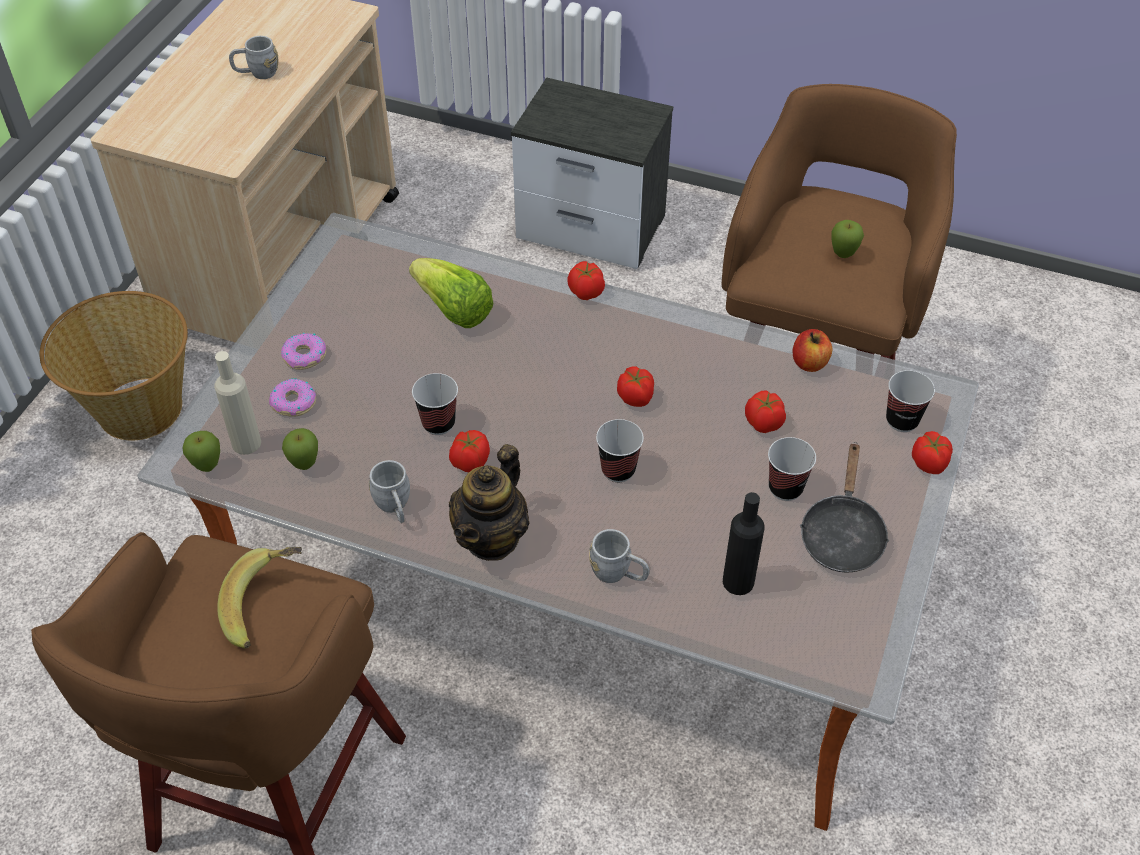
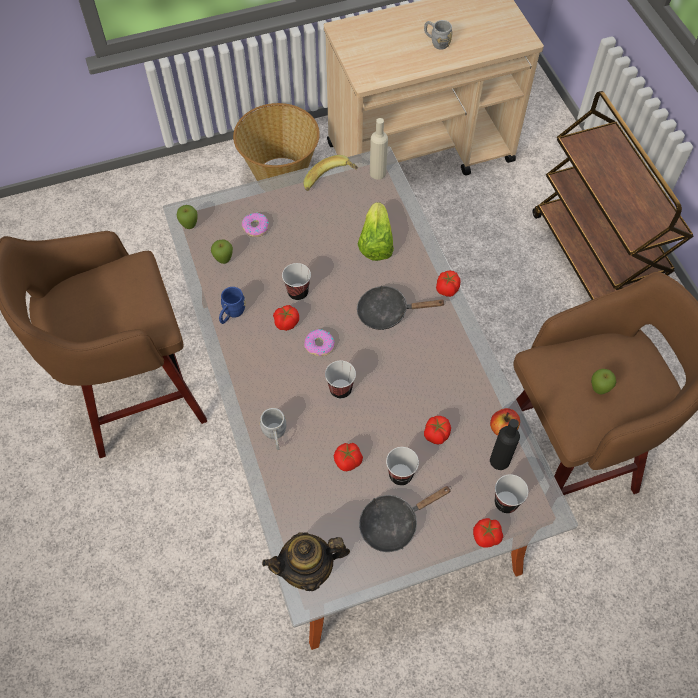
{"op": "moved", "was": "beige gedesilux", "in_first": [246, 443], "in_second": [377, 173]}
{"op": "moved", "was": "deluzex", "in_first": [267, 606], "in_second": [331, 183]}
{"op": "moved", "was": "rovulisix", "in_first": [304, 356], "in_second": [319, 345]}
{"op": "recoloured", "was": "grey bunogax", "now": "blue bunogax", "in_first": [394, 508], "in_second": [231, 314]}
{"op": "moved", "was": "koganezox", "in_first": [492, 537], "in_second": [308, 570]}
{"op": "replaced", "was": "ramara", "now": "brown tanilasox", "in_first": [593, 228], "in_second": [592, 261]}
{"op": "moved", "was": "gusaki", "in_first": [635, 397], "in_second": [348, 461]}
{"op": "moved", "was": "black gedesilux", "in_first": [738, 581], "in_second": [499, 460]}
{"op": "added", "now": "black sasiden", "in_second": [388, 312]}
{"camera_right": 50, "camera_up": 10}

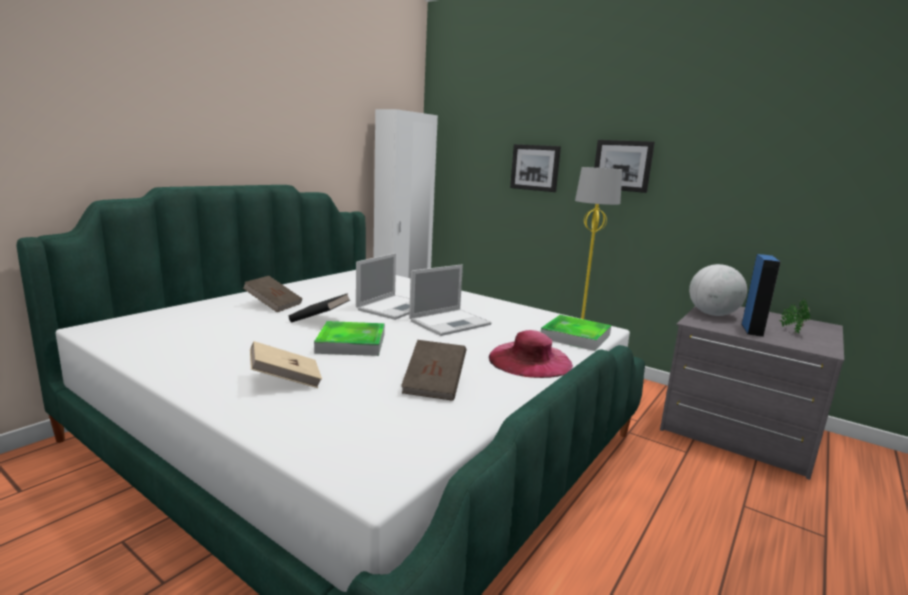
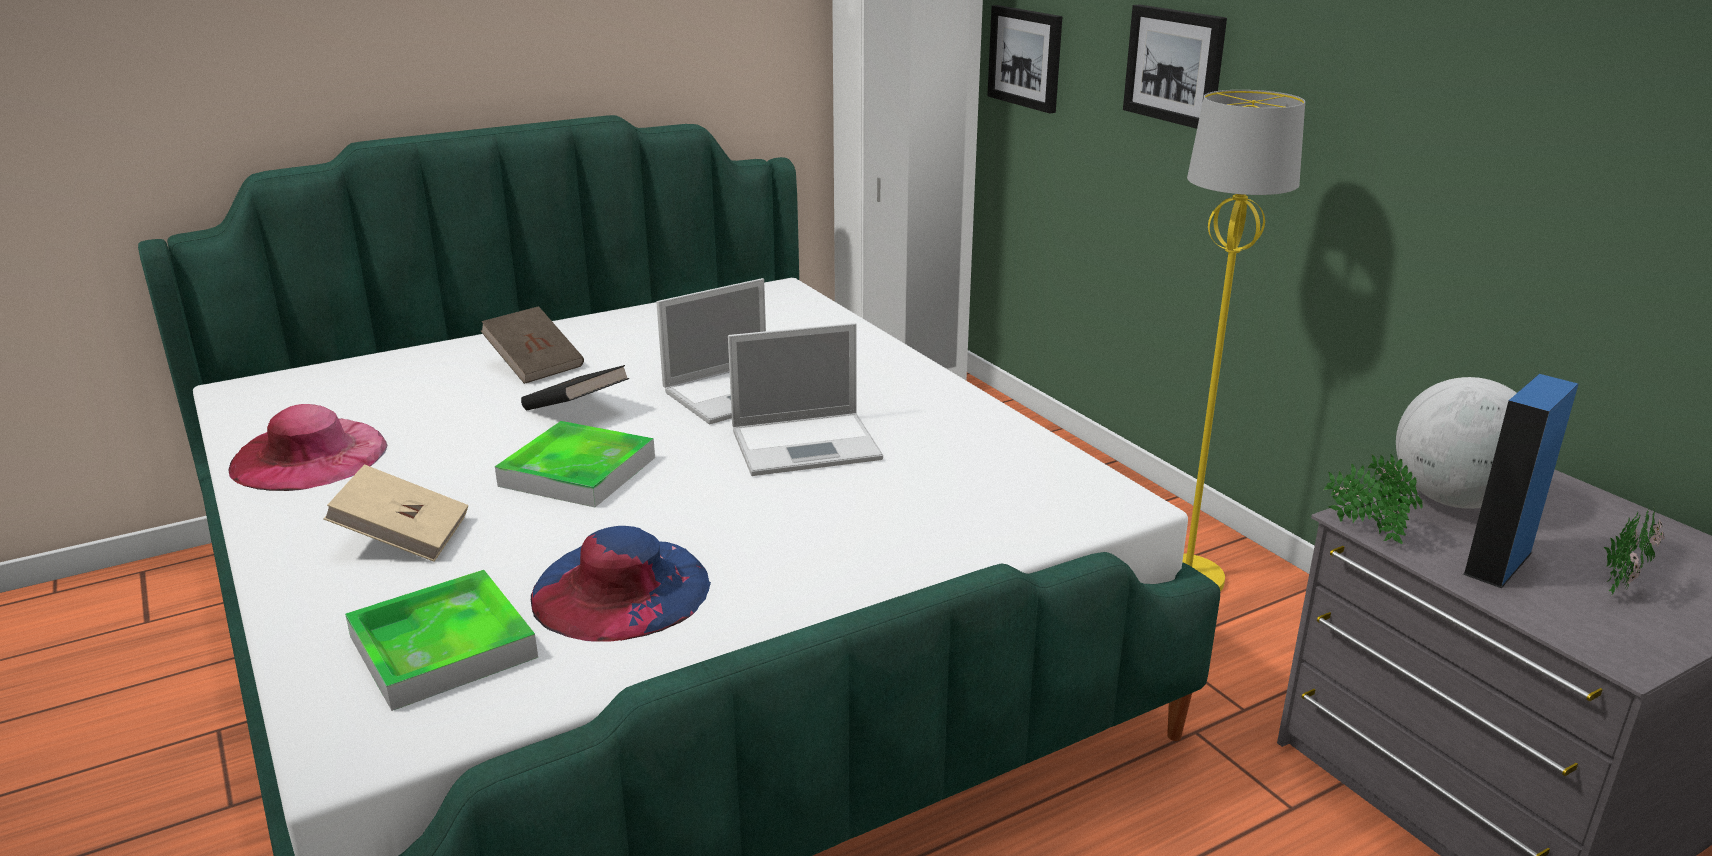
{"op": "replaced", "was": "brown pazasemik", "now": "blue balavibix", "in_first": [434, 385], "in_second": [620, 588]}
{"op": "moved", "was": "pink balavibix", "in_first": [530, 360], "in_second": [309, 455]}
{"op": "moved", "was": "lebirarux", "in_first": [575, 336], "in_second": [443, 647]}
{"op": "moved", "was": "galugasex", "in_first": [622, 165], "in_second": [1026, 57]}
{"op": "added", "now": "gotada", "in_second": [1365, 530]}
{"camera_right": 25, "camera_up": 10}

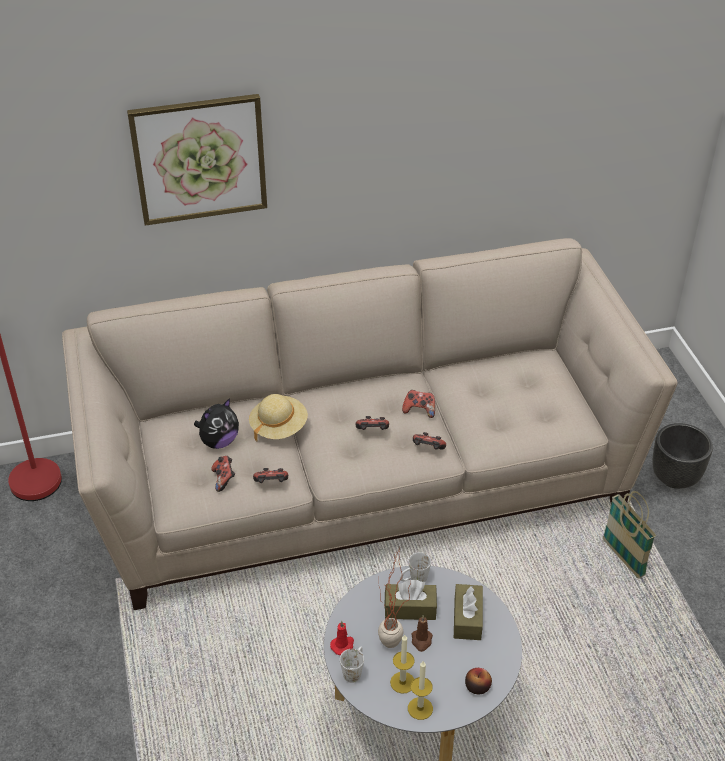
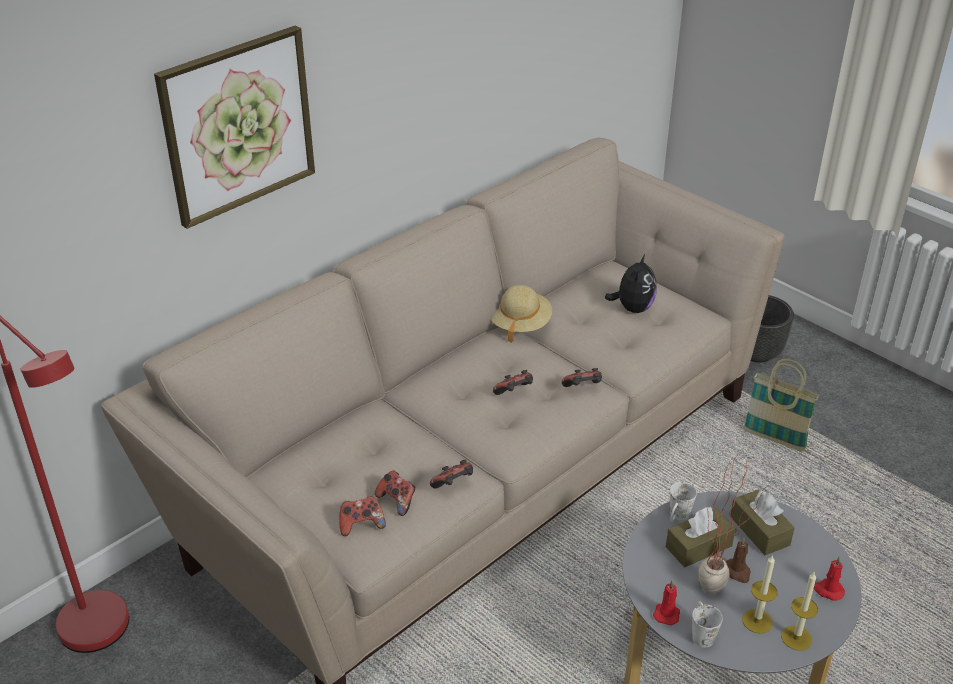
{"op": "moved", "was": "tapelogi", "in_first": [219, 441], "in_second": [632, 308]}
{"op": "moved", "was": "beige balavibix", "in_first": [278, 427], "in_second": [519, 324]}
{"op": "moved", "was": "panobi", "in_first": [419, 410], "in_second": [361, 525]}
{"op": "replaced", "was": "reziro", "now": "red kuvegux", "in_first": [477, 686], "in_second": [828, 590]}
{"camera_right": -30, "camera_up": -5}

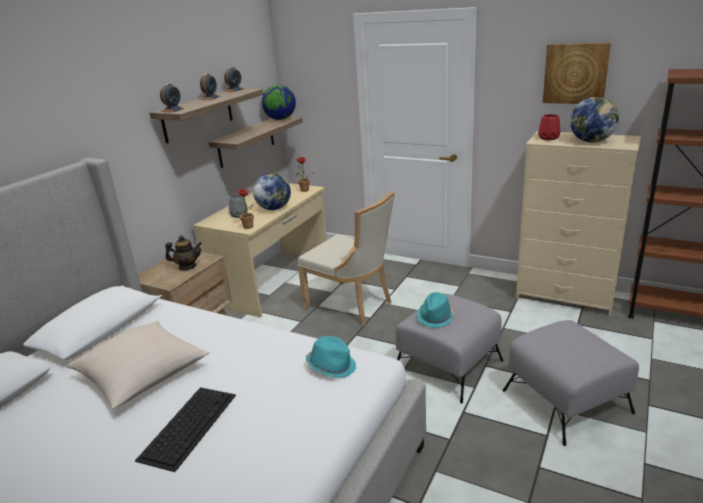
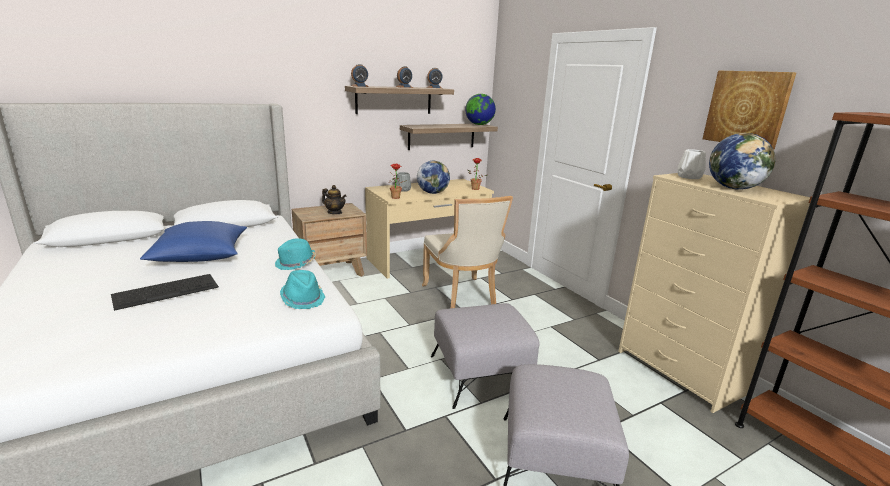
{"op": "recoloured", "was": "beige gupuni", "now": "blue gupuni", "in_first": [142, 375], "in_second": [200, 255]}
{"op": "moved", "was": "turquoise balavibix", "in_first": [435, 317], "in_second": [296, 263]}
{"op": "recoloured", "was": "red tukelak", "now": "white tukelak", "in_first": [548, 138], "in_second": [689, 177]}
{"camera_right": 30, "camera_up": -5}

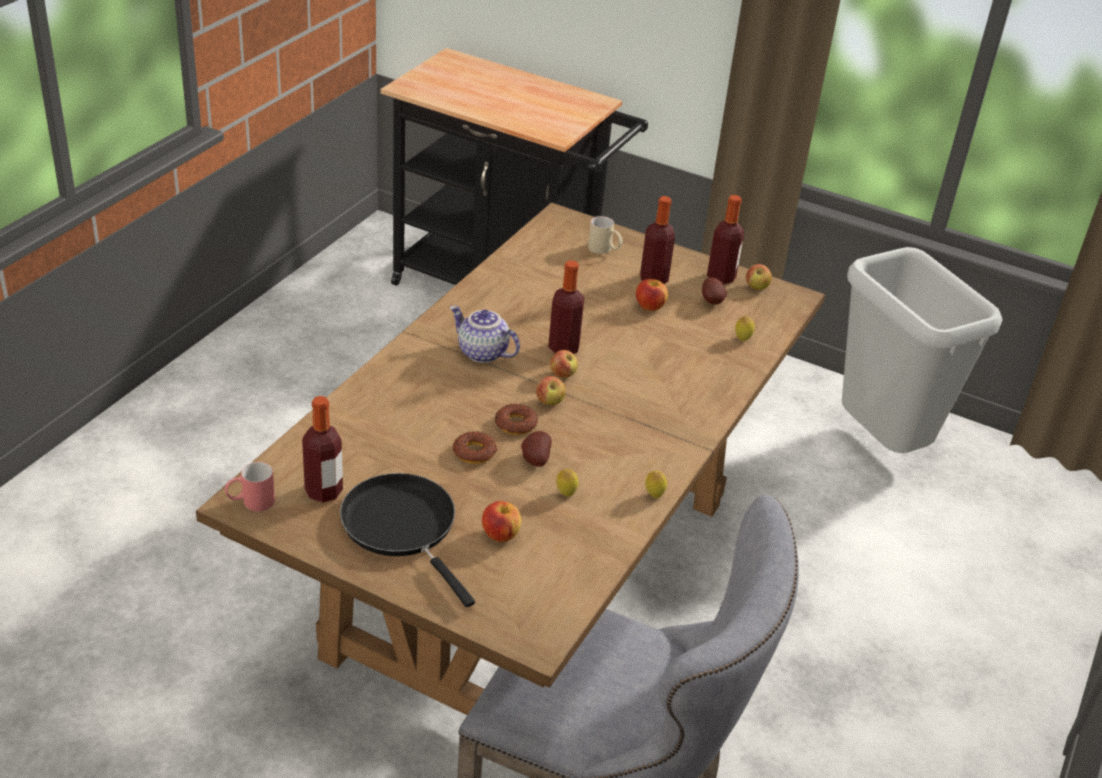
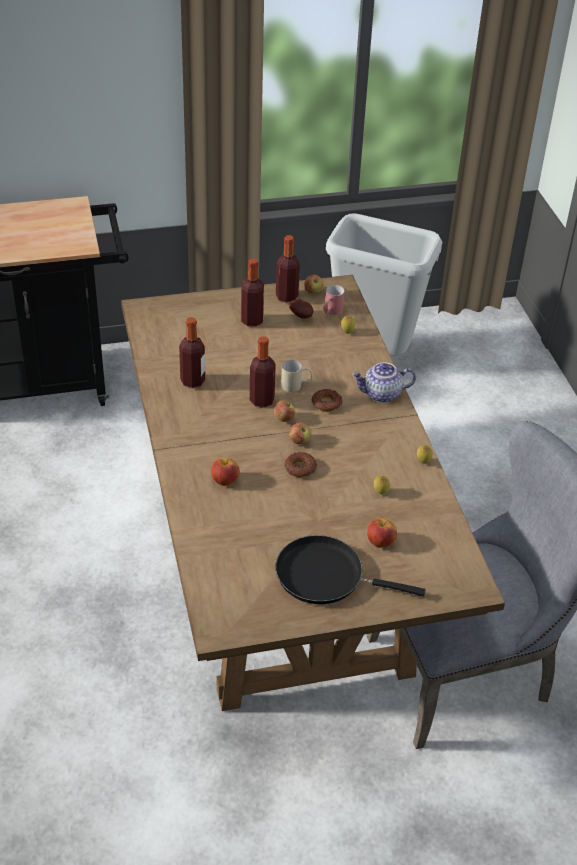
{"op": "moved", "was": "red bunogax", "in_first": [250, 502], "in_second": [331, 312]}
{"op": "moved", "was": "gedesilux", "in_first": [324, 491], "in_second": [192, 381]}
{"op": "moved", "was": "koganezox", "in_first": [481, 353], "in_second": [381, 395]}
{"op": "moved", "was": "rovulisix", "in_first": [474, 452], "in_second": [326, 403]}
{"op": "removed", "was": "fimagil", "in_first": [534, 459]}
{"op": "moved", "was": "beige bunogax", "in_first": [604, 250], "in_second": [296, 385]}
{"op": "moved", "was": "reziro", "in_first": [649, 307], "in_second": [225, 481]}
{"camera_right": -40, "camera_up": 5}

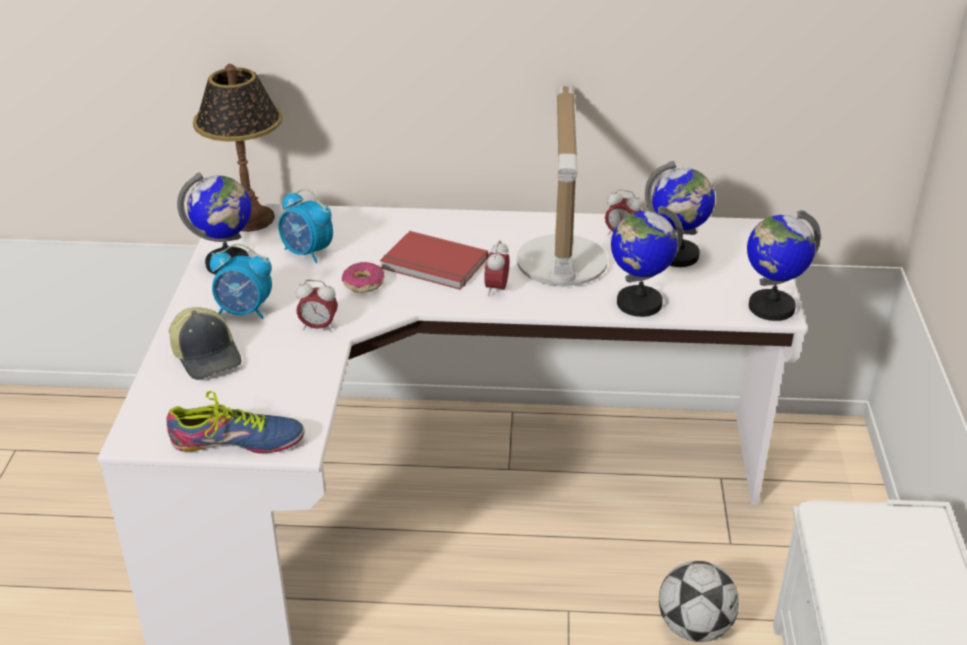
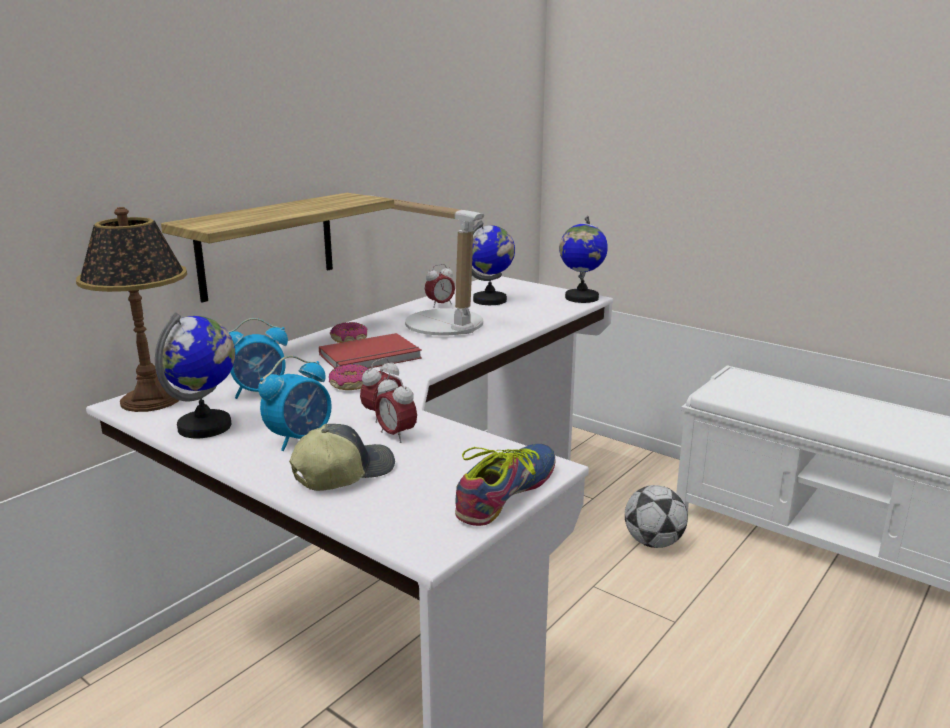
{"op": "turned", "was": "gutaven", "in_first": [207, 355], "in_second": [343, 473], "clockwise": -45}
{"op": "moved", "was": "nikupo", "in_first": [497, 289], "in_second": [396, 435]}
{"op": "removed", "was": "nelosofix", "in_first": [638, 303]}
{"op": "added", "now": "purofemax", "in_second": [267, 245]}
{"op": "added", "now": "rovulisix", "in_second": [349, 339]}
{"camera_right": -55, "camera_up": -15}

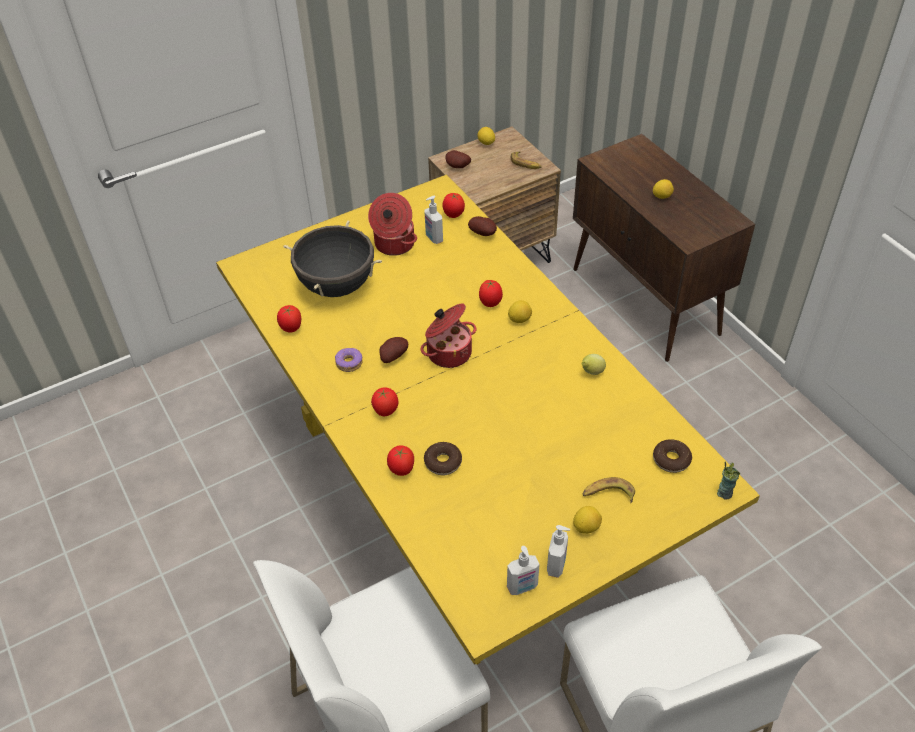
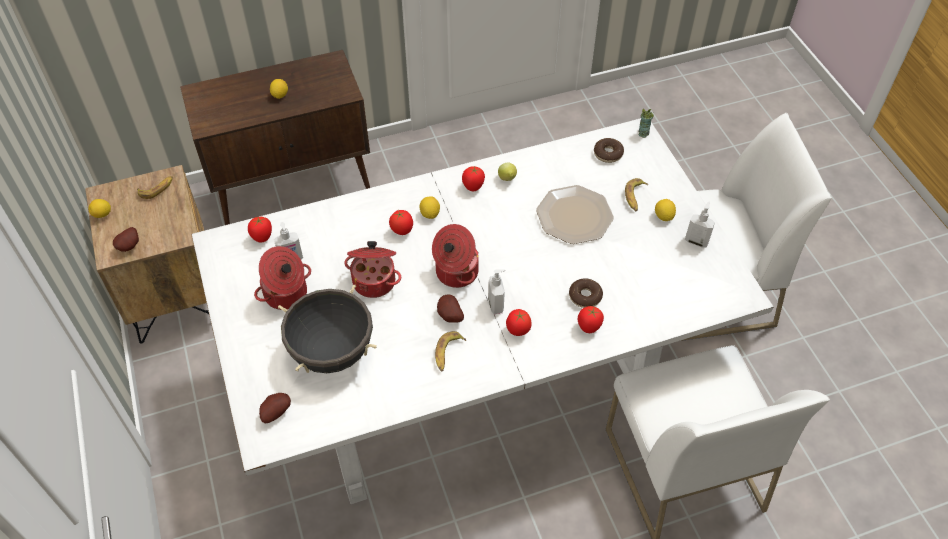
{"op": "recoloured", "was": "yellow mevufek", "now": "white mevufek", "in_first": [463, 496], "in_second": [475, 376]}
{"op": "moved", "was": "gusaki", "in_first": [291, 329], "in_second": [473, 187]}
{"op": "replaced", "was": "rovulisix", "now": "deluzex", "in_first": [349, 363], "in_second": [448, 353]}
{"op": "moved", "was": "fimagil", "in_first": [483, 233], "in_second": [275, 412]}
{"op": "moved", "was": "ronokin", "in_first": [522, 587], "in_second": [496, 305]}
{"op": "added", "now": "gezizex", "in_second": [375, 281]}
{"op": "added", "now": "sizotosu", "in_second": [574, 216]}
{"camera_right": -80, "camera_up": 5}

